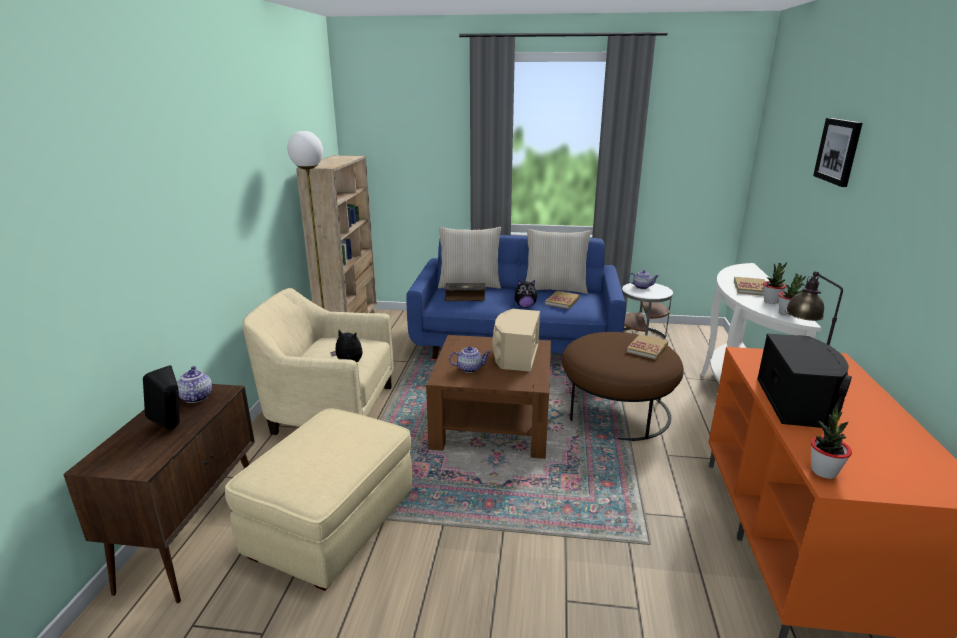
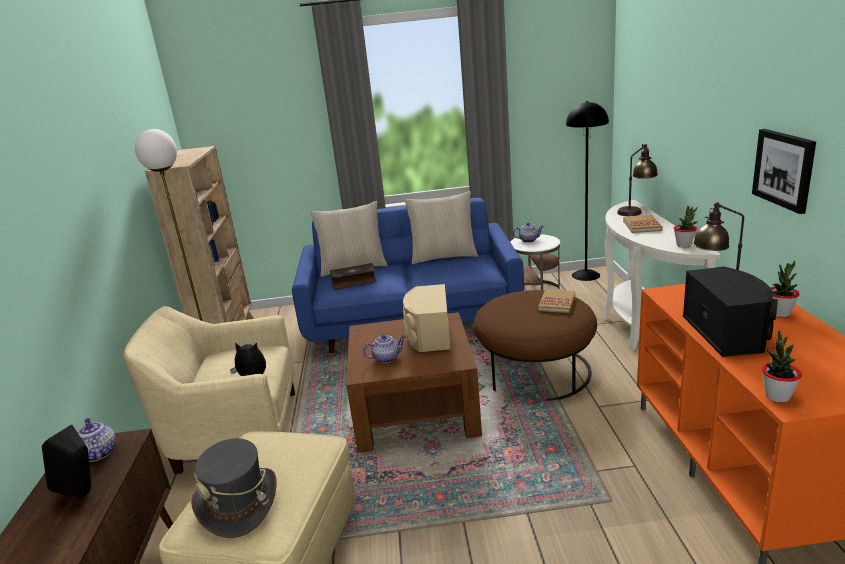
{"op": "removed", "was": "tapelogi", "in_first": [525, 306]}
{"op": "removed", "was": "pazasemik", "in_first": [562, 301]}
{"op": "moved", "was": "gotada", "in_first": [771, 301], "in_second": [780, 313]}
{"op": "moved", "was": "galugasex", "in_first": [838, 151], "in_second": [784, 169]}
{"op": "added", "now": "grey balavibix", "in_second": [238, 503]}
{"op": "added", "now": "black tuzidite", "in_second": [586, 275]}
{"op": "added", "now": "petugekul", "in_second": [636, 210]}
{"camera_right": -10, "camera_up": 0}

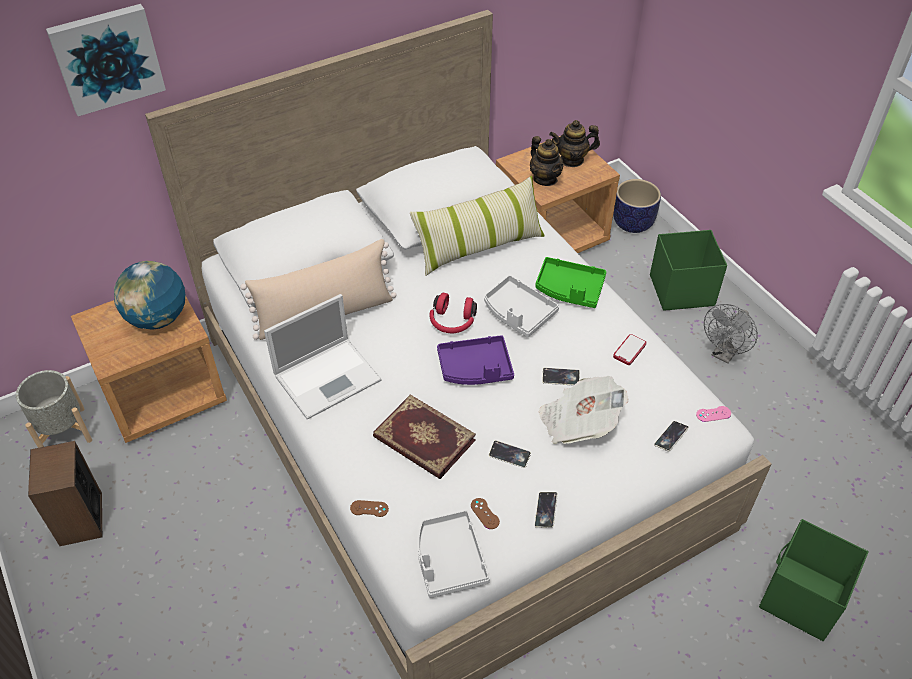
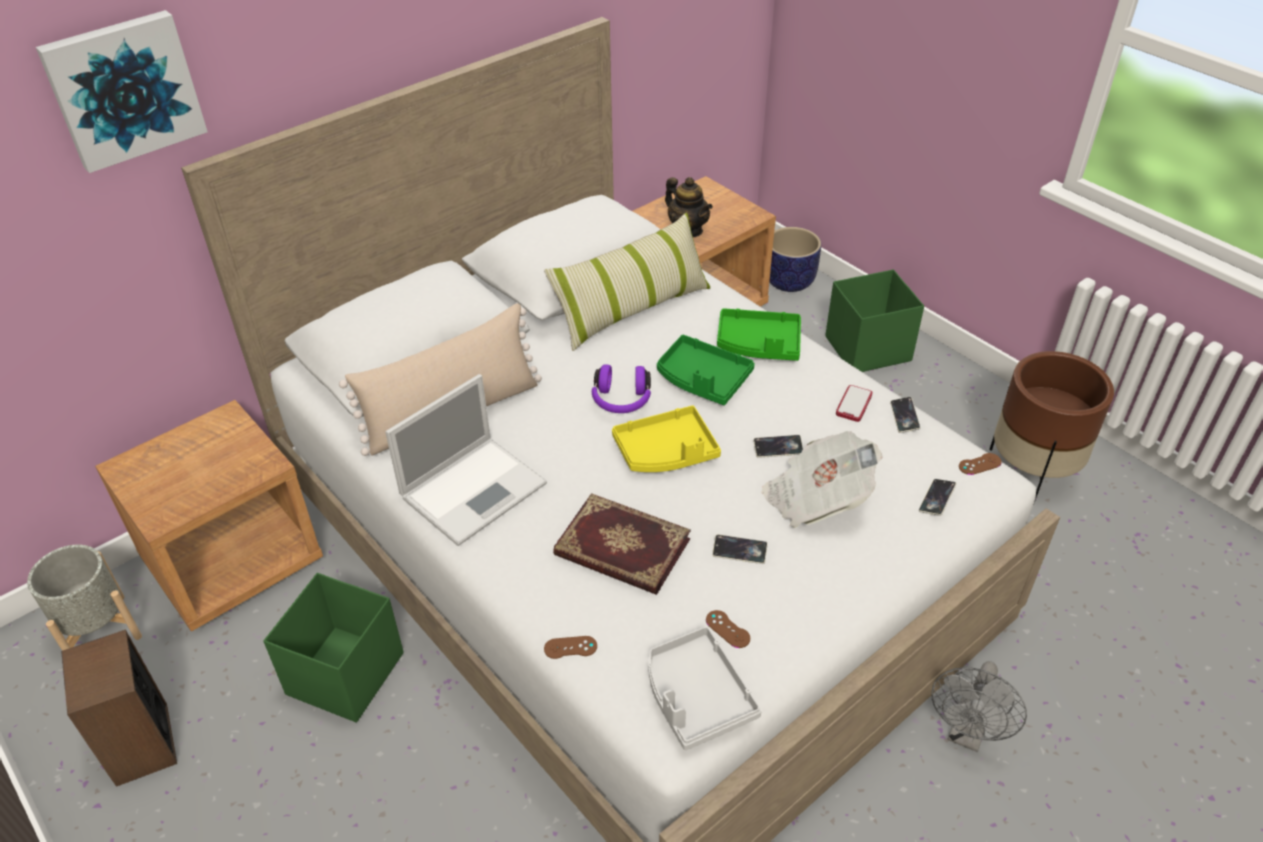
{"op": "removed", "was": "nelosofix", "in_first": [158, 318]}
{"op": "recoloured", "was": "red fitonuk", "now": "purple fitonuk", "in_first": [452, 322], "in_second": [621, 401]}
{"op": "recoloured", "was": "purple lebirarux", "now": "yellow lebirarux", "in_first": [475, 368], "in_second": [666, 452]}
{"op": "recoloured", "was": "grey lebirarux", "now": "green lebirarux", "in_first": [518, 313], "in_second": [702, 379]}
{"op": "moved", "was": "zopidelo", "in_first": [545, 511], "in_second": [904, 417]}
{"op": "removed", "was": "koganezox", "in_first": [572, 160]}
{"op": "recoloured", "was": "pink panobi", "now": "brown panobi", "in_first": [713, 414], "in_second": [979, 464]}
{"op": "moved", "was": "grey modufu", "in_first": [724, 354], "in_second": [967, 734]}
{"op": "moved", "was": "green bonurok", "in_first": [800, 598], "in_second": [344, 675]}
{"op": "added", "now": "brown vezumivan", "in_second": [1031, 472]}
{"camera_right": -10, "camera_up": -5}

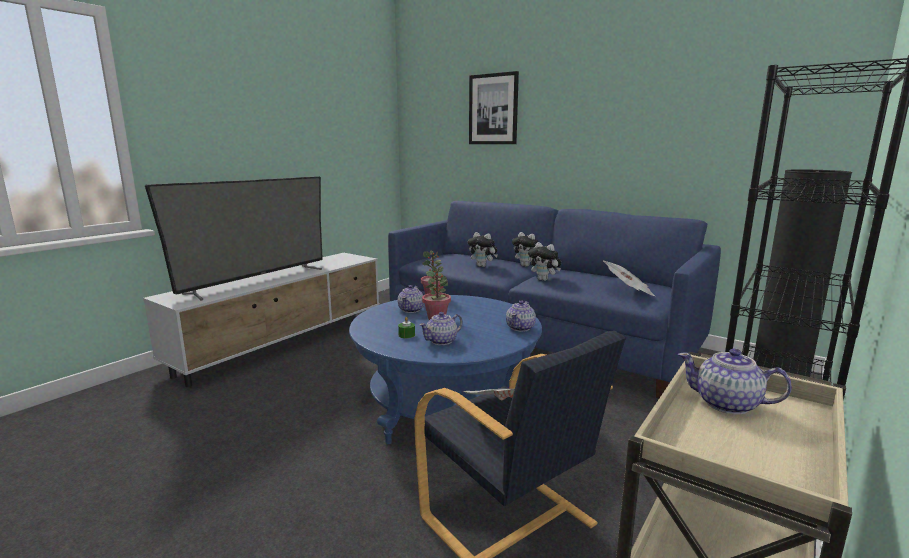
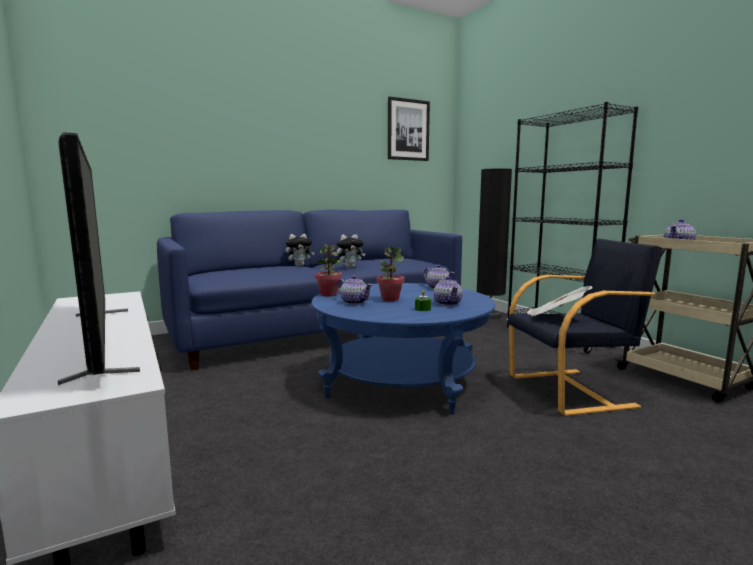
{"op": "removed", "was": "tapelogi", "in_first": [483, 266]}
{"op": "moved", "was": "galugasex", "in_first": [493, 109], "in_second": [408, 130]}
{"op": "removed", "was": "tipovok", "in_first": [628, 291]}
{"camera_right": -65, "camera_up": -5}

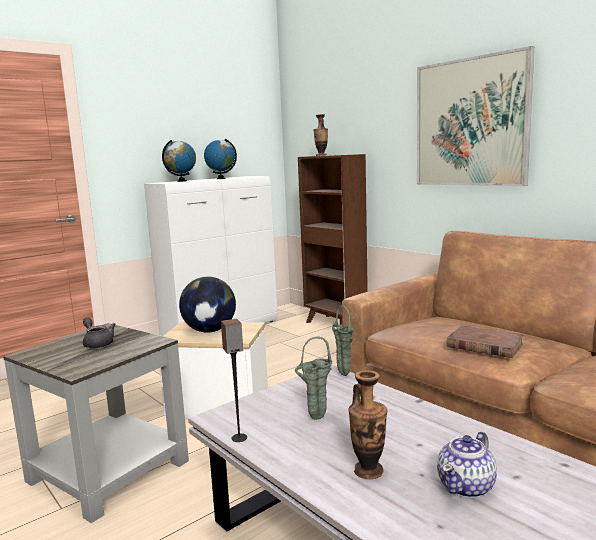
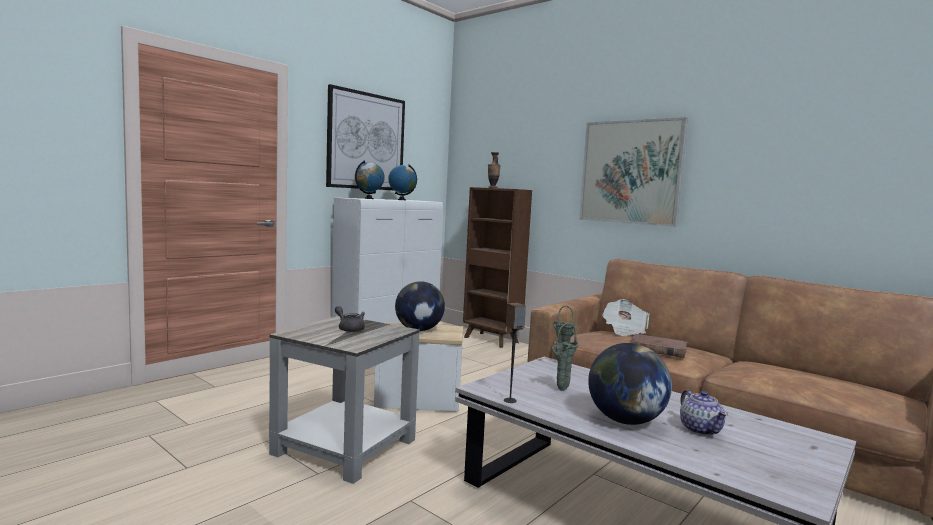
{"op": "replaced", "was": "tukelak", "now": "nelosofix", "in_first": [368, 471], "in_second": [625, 421]}
{"op": "turned", "was": "koganezox", "in_first": [467, 486], "in_second": [700, 429], "clockwise": -45}
{"op": "added", "now": "galugasex", "in_second": [366, 141]}
{"op": "added", "now": "tipovok", "in_second": [624, 330]}
{"camera_right": -10, "camera_up": -5}

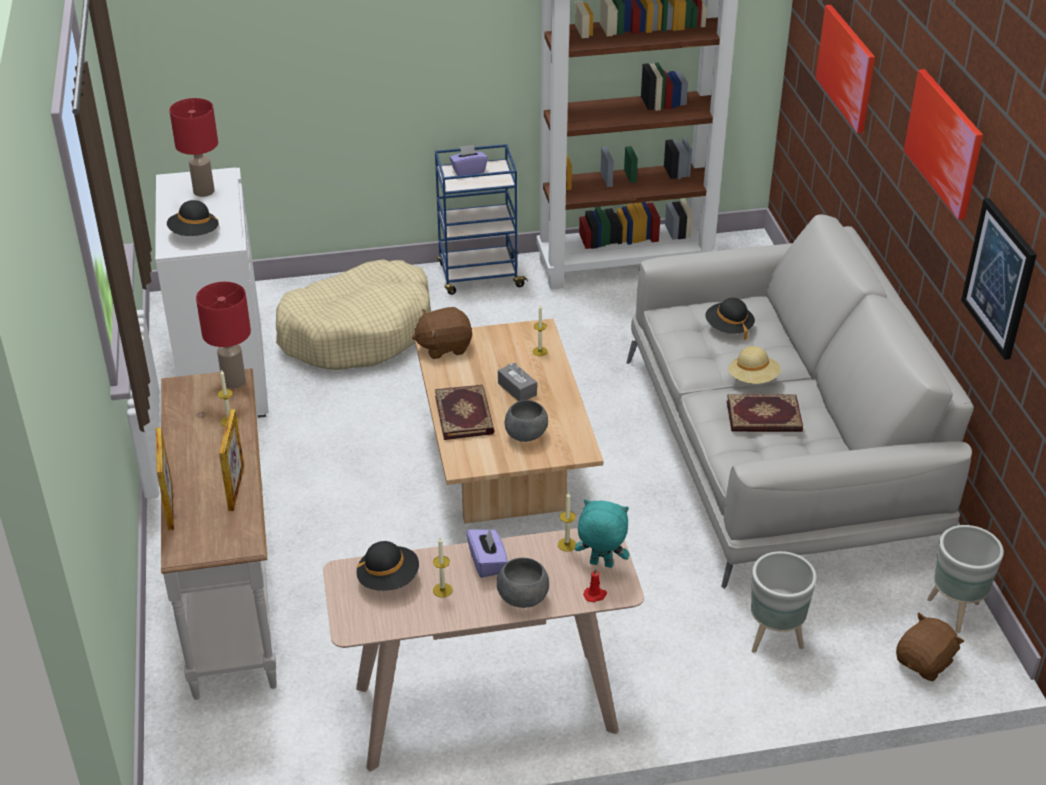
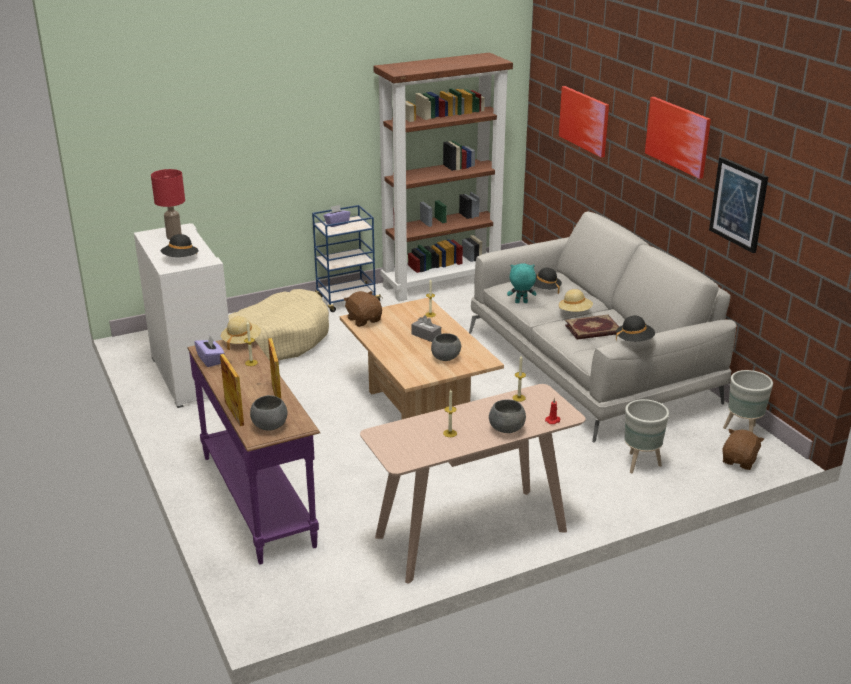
{"op": "recoloured", "was": "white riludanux", "now": "purple riludanux", "in_first": [233, 596], "in_second": [259, 499]}
{"op": "replaced", "was": "red petugekul", "now": "beige balavibix", "in_first": [233, 381], "in_second": [241, 342]}
{"op": "moved", "was": "black balavibix", "in_first": [388, 579], "in_second": [634, 340]}
{"op": "turned", "was": "brown tapelogi", "in_first": [444, 346], "in_second": [364, 320], "clockwise": 90}
{"op": "removed", "was": "pazasemik", "in_first": [465, 414]}
{"op": "moved", "was": "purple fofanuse", "in_first": [487, 562], "in_second": [211, 360]}
{"op": "moved", "was": "turquoise tapelogi", "in_first": [600, 565], "in_second": [521, 303]}
{"op": "added", "now": "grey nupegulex", "in_second": [270, 426]}
{"camera_right": -15, "camera_up": -10}

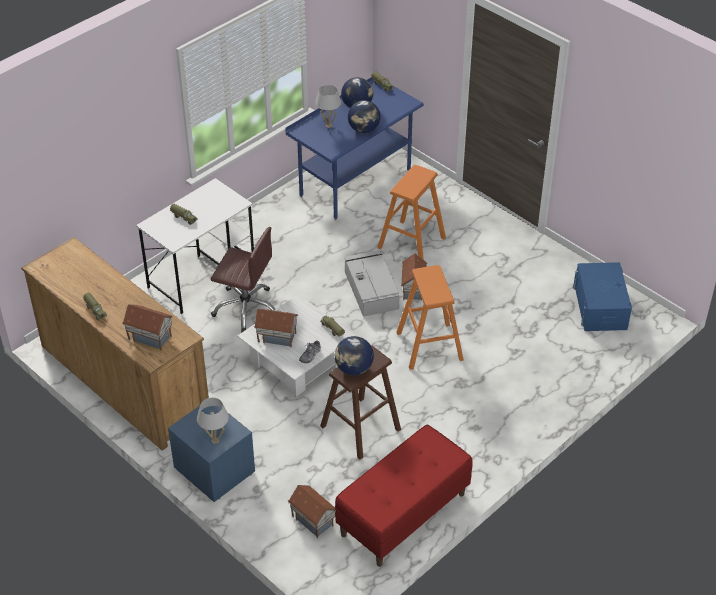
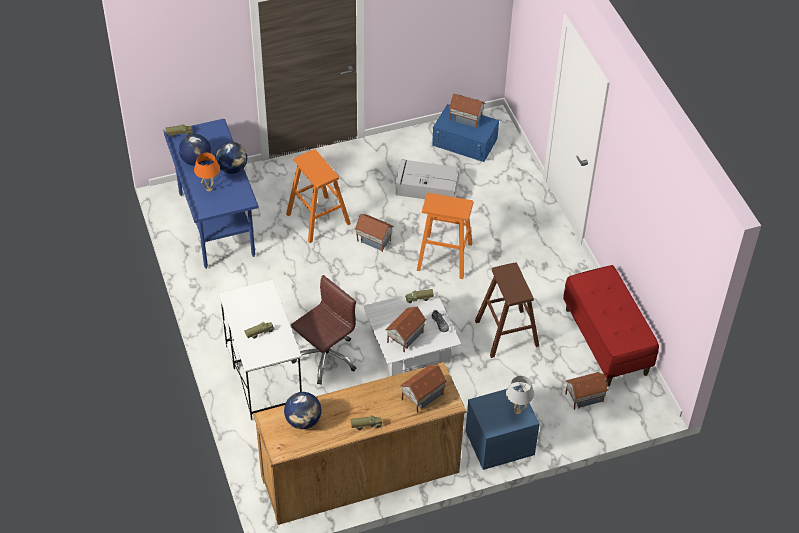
{"op": "recoloured", "was": "white petugekul", "now": "orange petugekul", "in_first": [329, 126], "in_second": [209, 189]}
{"op": "moved", "was": "nelosofix", "in_first": [354, 369], "in_second": [303, 421]}
{"op": "moved", "was": "grey bonurok", "in_first": [371, 289], "in_second": [426, 187]}
{"op": "added", "now": "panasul", "in_second": [466, 118]}
{"camera_right": -65, "camera_up": 5}

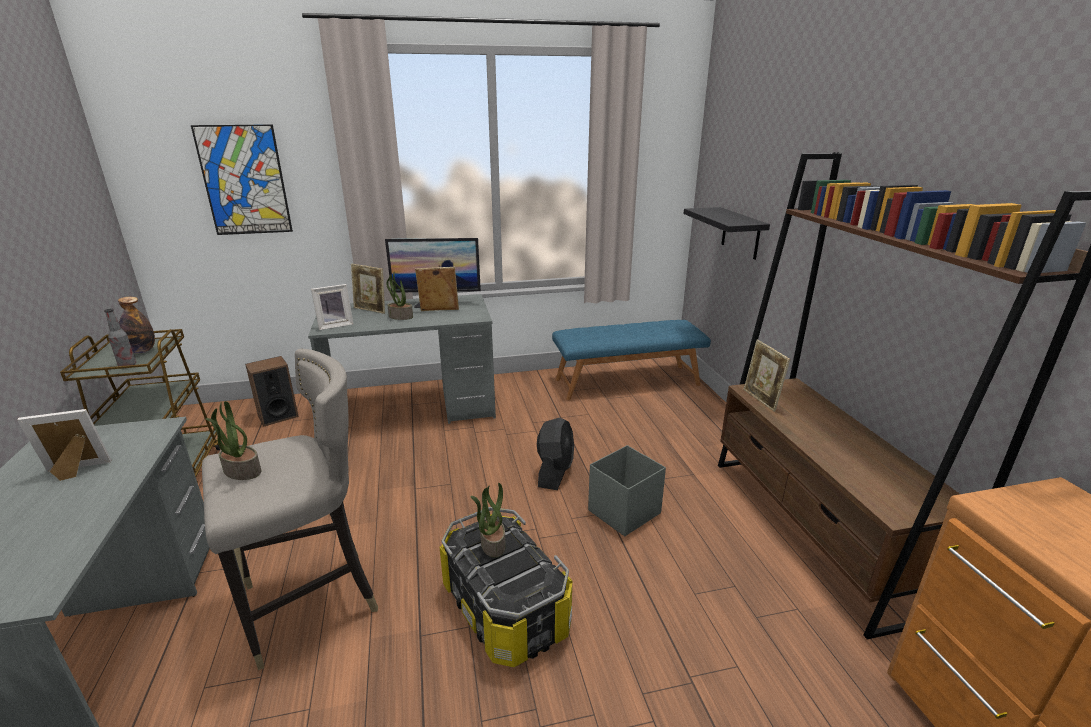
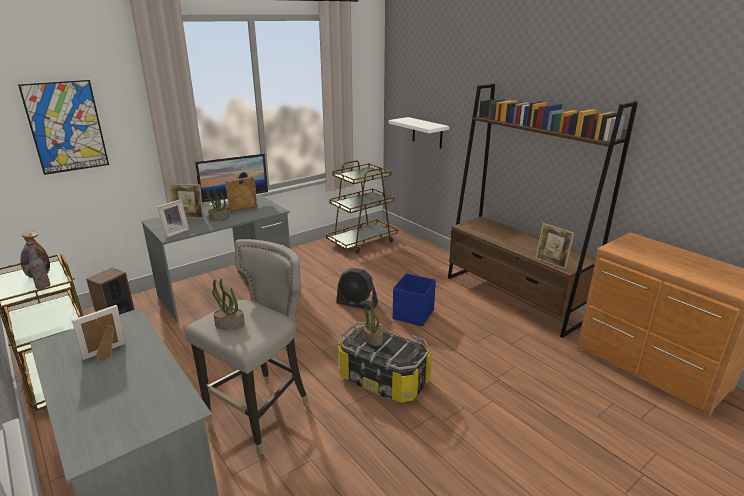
{"op": "turned", "was": "black modufu", "in_first": [555, 472], "in_second": [357, 303], "clockwise": 120}
{"op": "replaced", "was": "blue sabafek", "now": "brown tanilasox", "in_first": [627, 381], "in_second": [362, 242]}
{"op": "recoloured", "was": "grey bonurok", "now": "blue bonurok", "in_first": [623, 512], "in_second": [413, 314]}
{"op": "recoloured", "was": "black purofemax", "now": "white purofemax", "in_first": [740, 233], "in_second": [427, 133]}
{"op": "moved", "was": "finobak", "in_first": [761, 400], "in_second": [551, 263]}
{"camera_right": -25, "camera_up": 0}

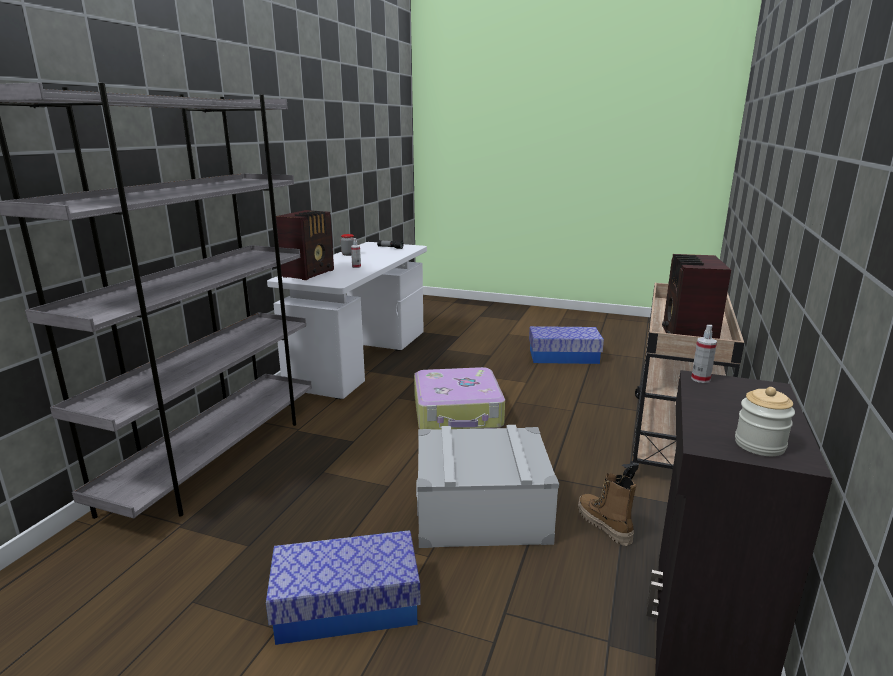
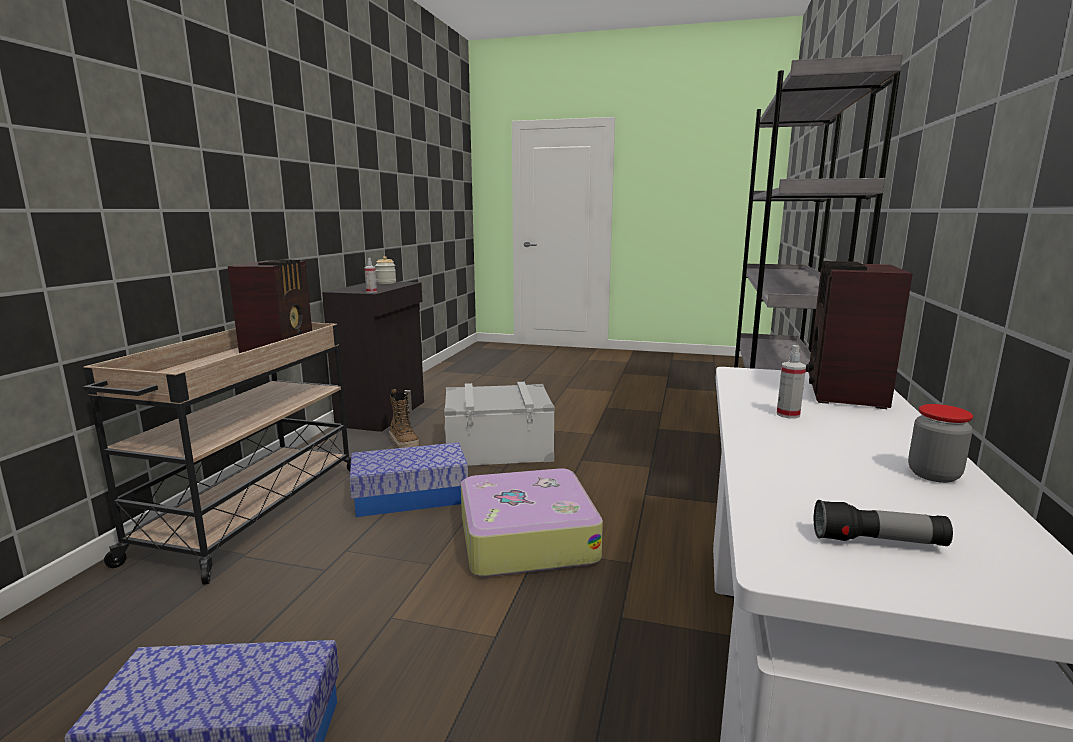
{"op": "moved", "was": "bonurok", "in_first": [346, 606], "in_second": [410, 497]}
{"camera_right": 175, "camera_up": -5}

